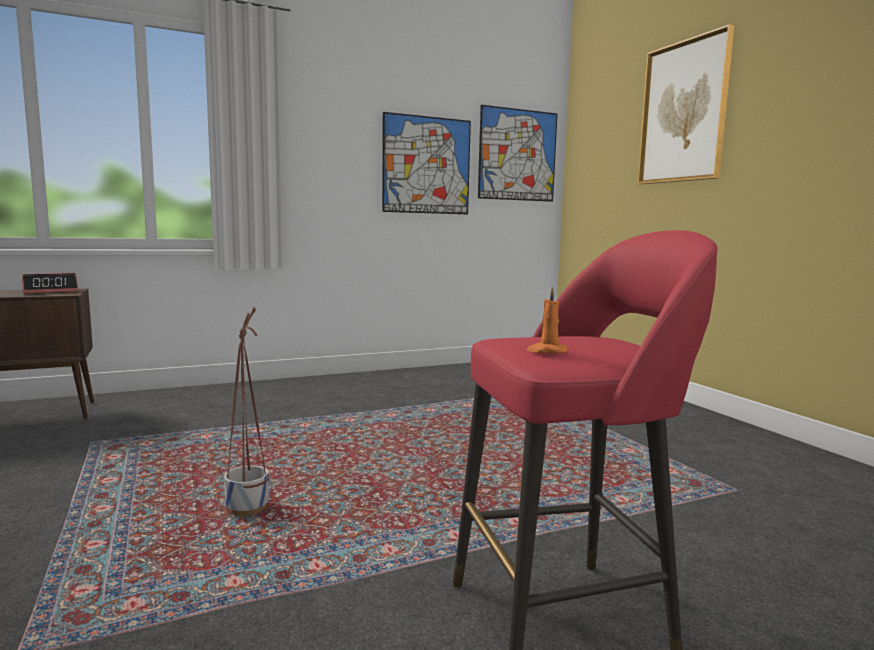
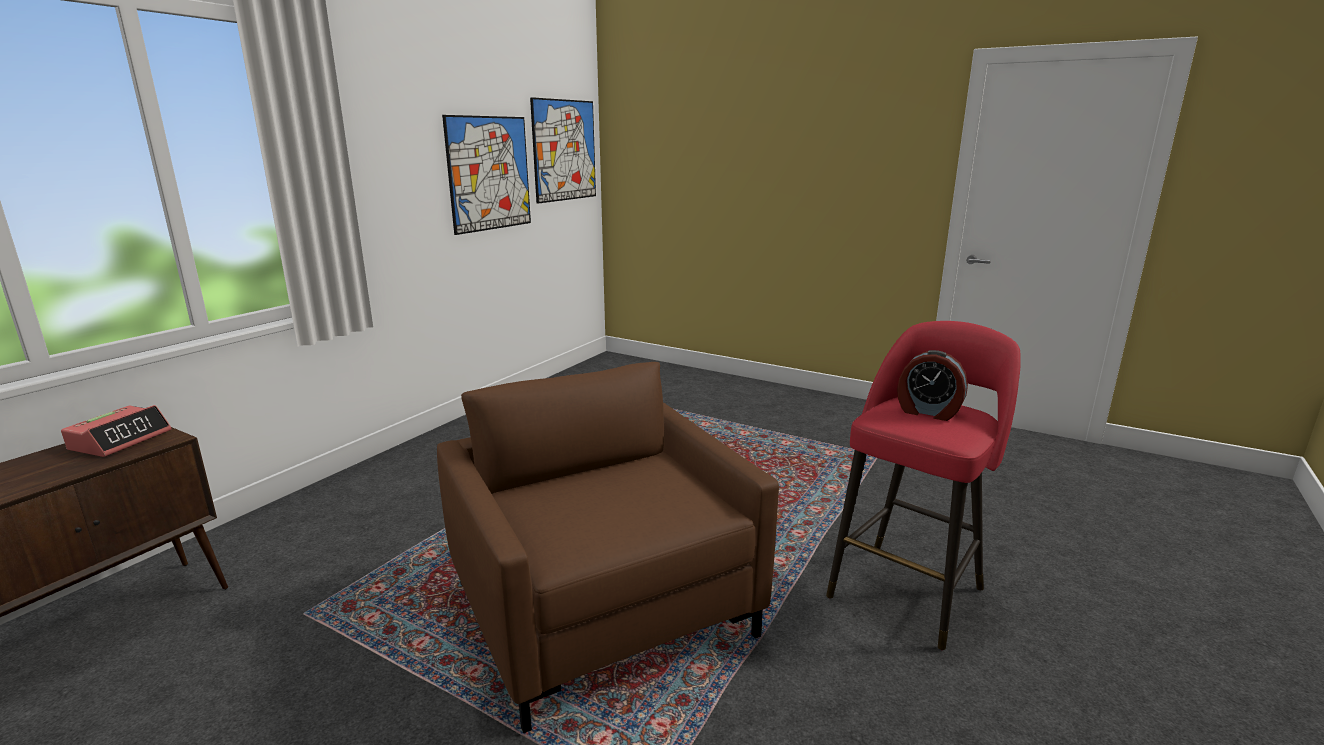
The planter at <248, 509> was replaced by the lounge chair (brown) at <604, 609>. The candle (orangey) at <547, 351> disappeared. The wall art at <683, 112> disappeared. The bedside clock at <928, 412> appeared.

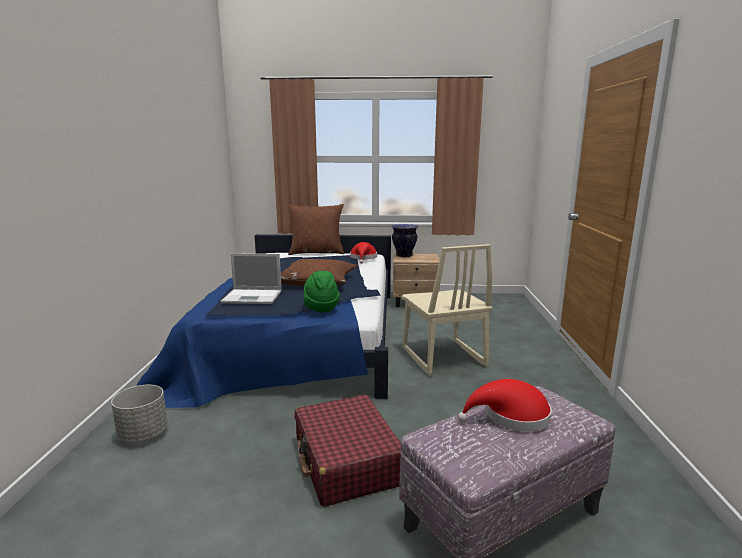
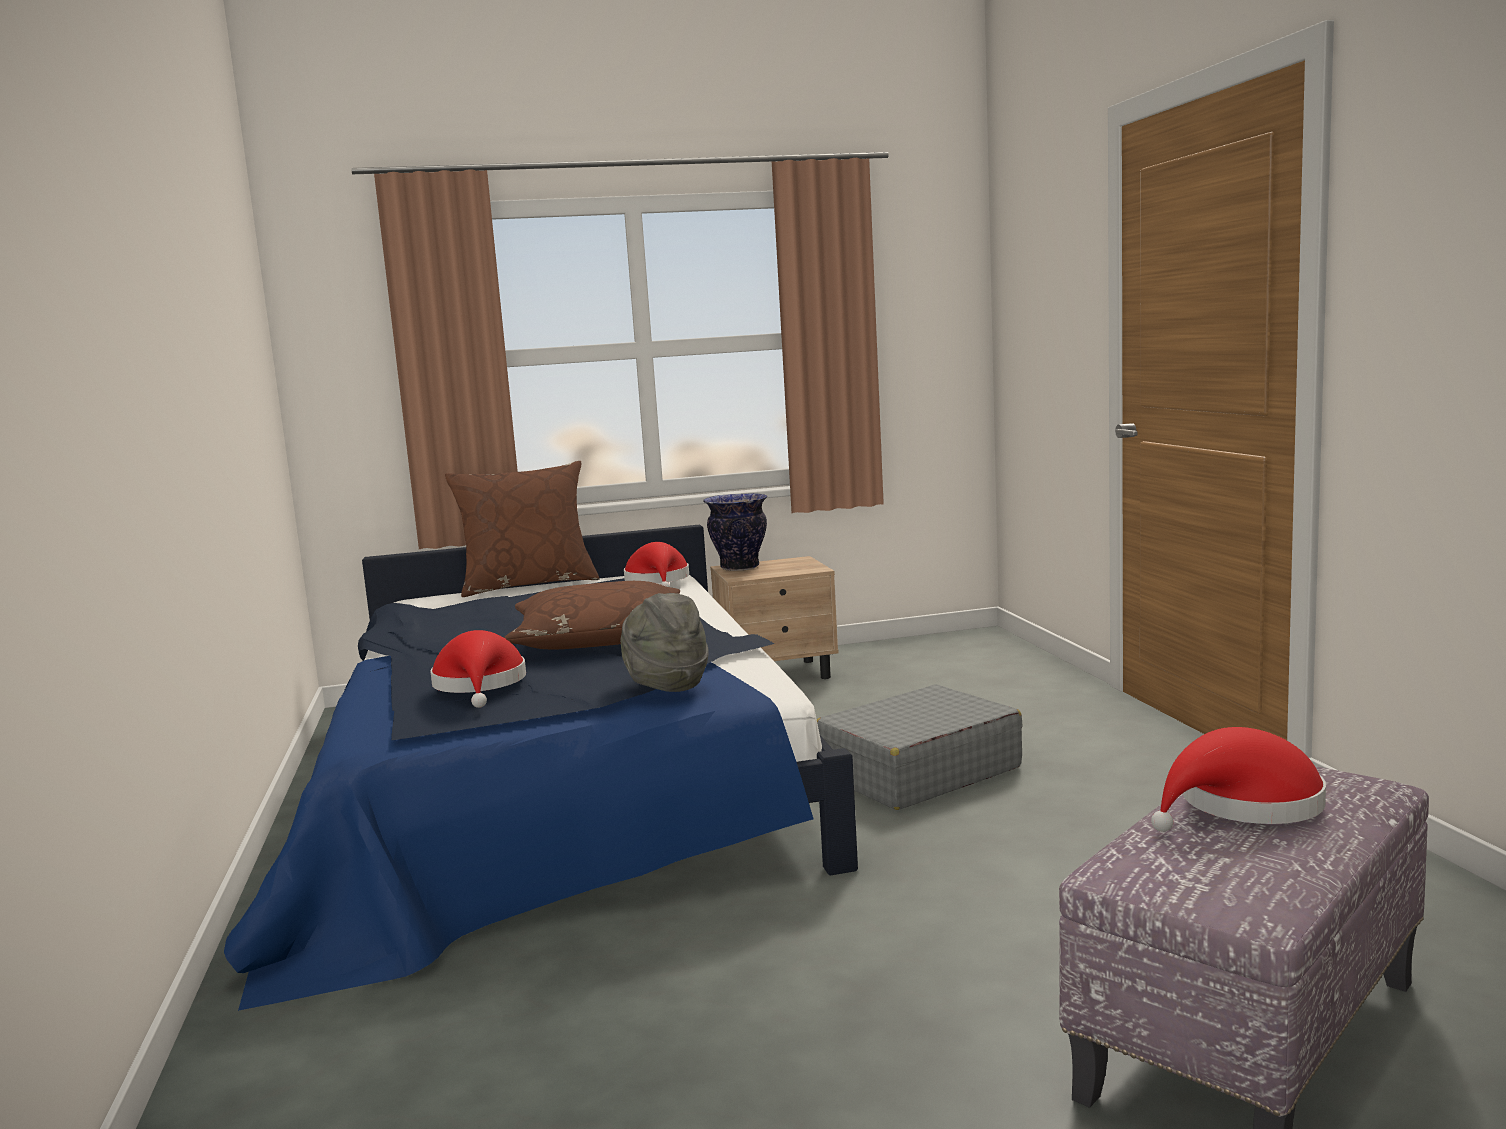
The planter (greyish) at <143, 435> disappeared. The laptop at <253, 297> was replaced by the clothing hat (reddish) at <480, 685>. The suitcase (reddish) at <347, 461> disappeared. The clothing hat (green) at <321, 308> became the clothing hat (greyish) at <665, 683>. The plain chair (beige) at <442, 357> was replaced by the suitcase (greyish) at <917, 771>.

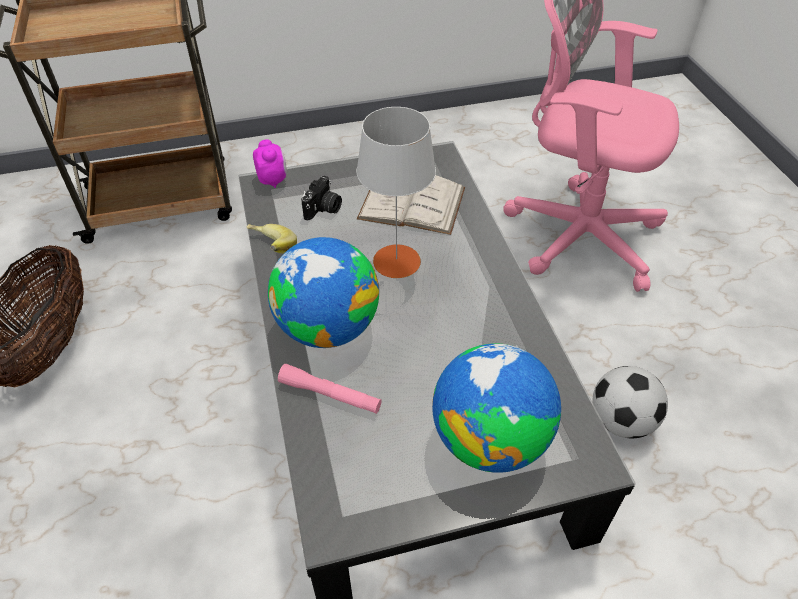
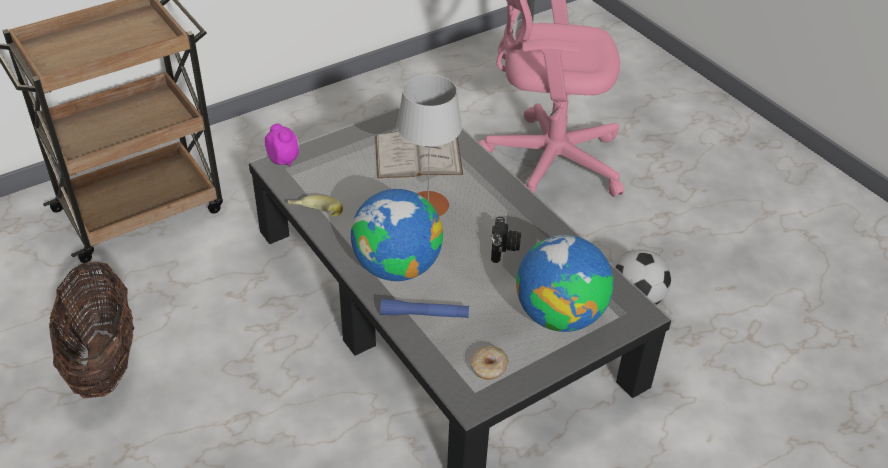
The hand torch (pink-coloured) at <330, 395> became the hand torch (blue-coloured) at <424, 314>. The photo camera moved from <323, 209> to <504, 248>. The donut at <489, 368> appeared.

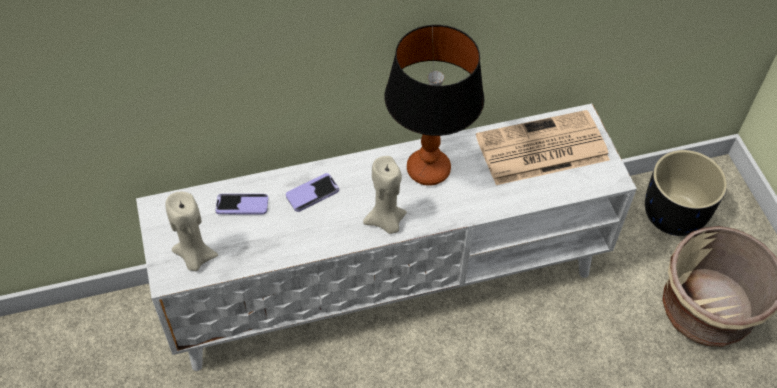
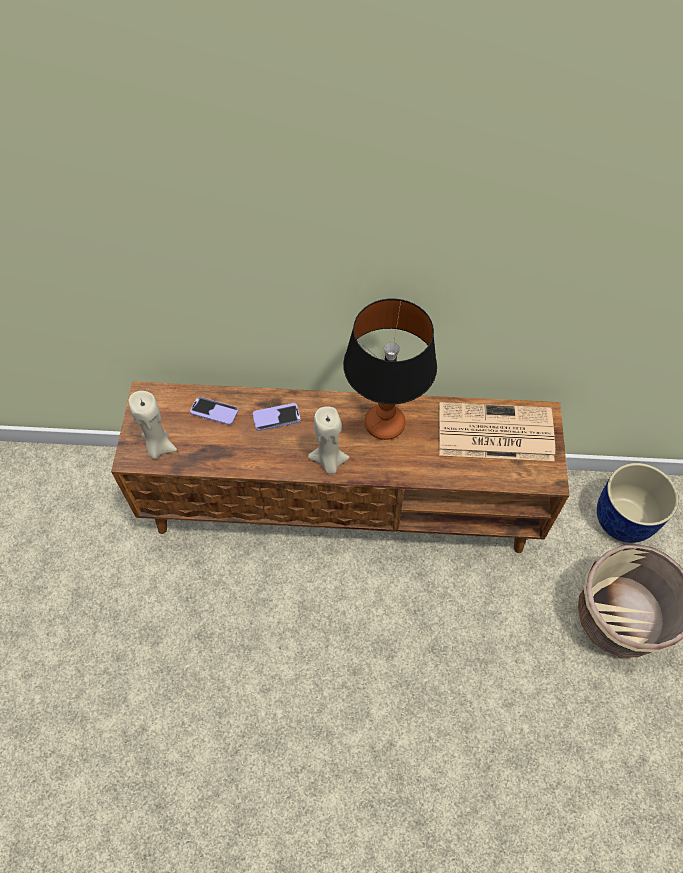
The media console (white-coloured) at <387, 281> became the media console (brown) at <343, 504>. The planter (blackish) at <673, 215> became the planter (blue-coloured) at <623, 519>.

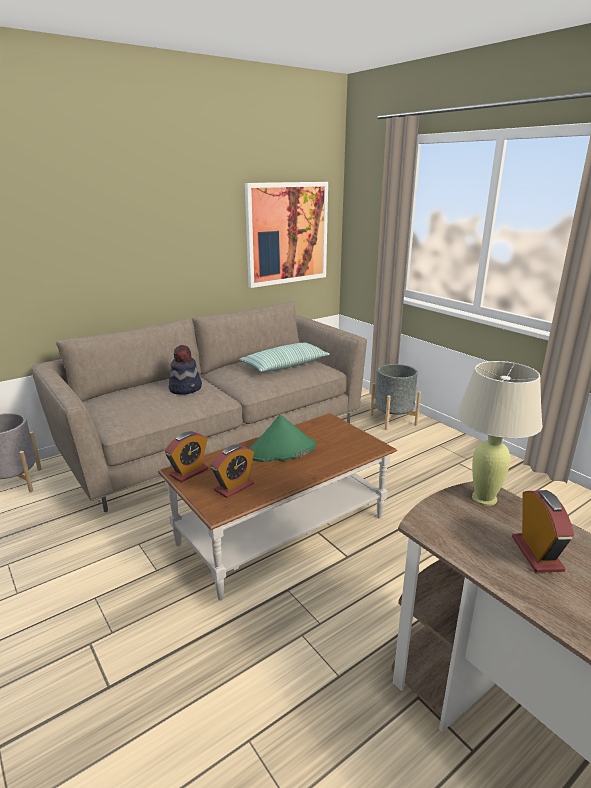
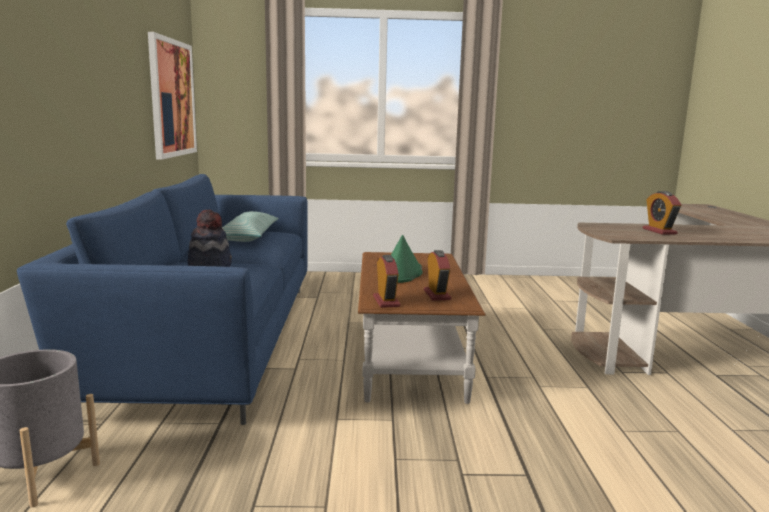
The settee (beige) at <217, 439> became the settee (blue-coloured) at <211, 340>. The planter (greyish) at <393, 420> disappeared. The lamp for a table (beige) at <484, 498> disappeared. The bedside clock at <537, 554> turned 135 degrees counterclockwise.

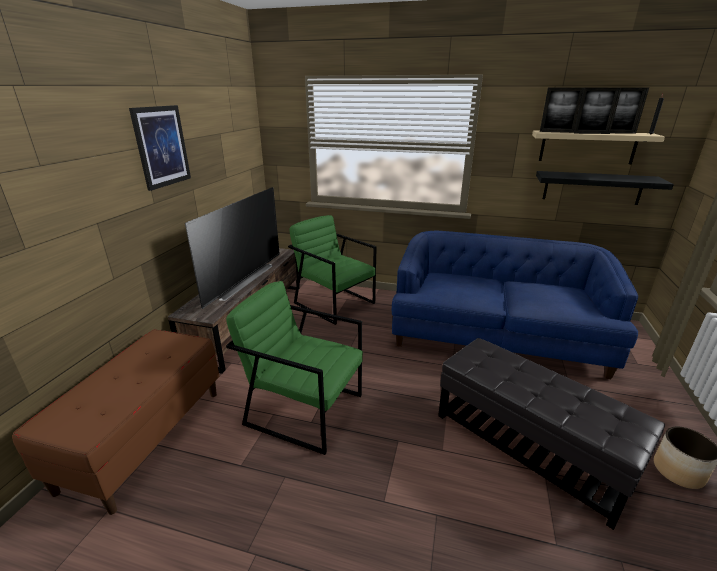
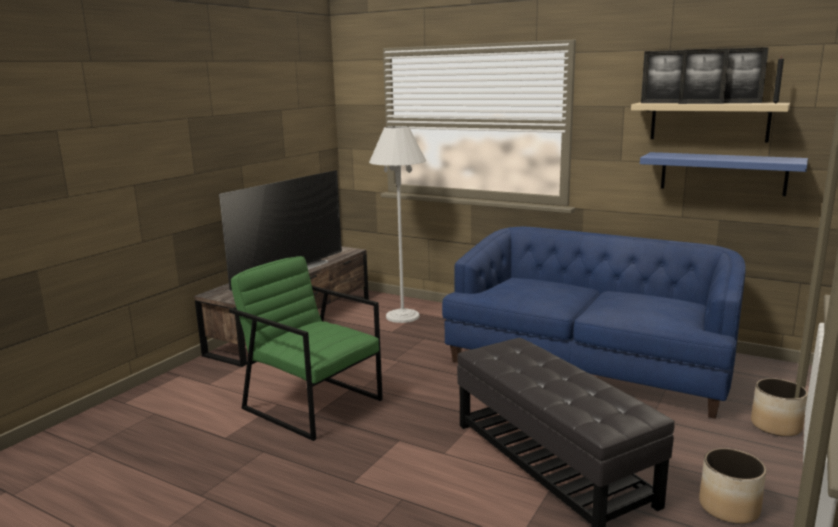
The indoor bench (brown) at <145, 437> disappeared. The wall art at <161, 146> disappeared. The lounge chair (green) at <334, 303> was replaced by the standing lamp (white-coloured) at <402, 316>. The bracket shelf (blackish) at <592, 187> became the bracket shelf (blue-coloured) at <722, 173>. The planter at <776, 426> appeared.

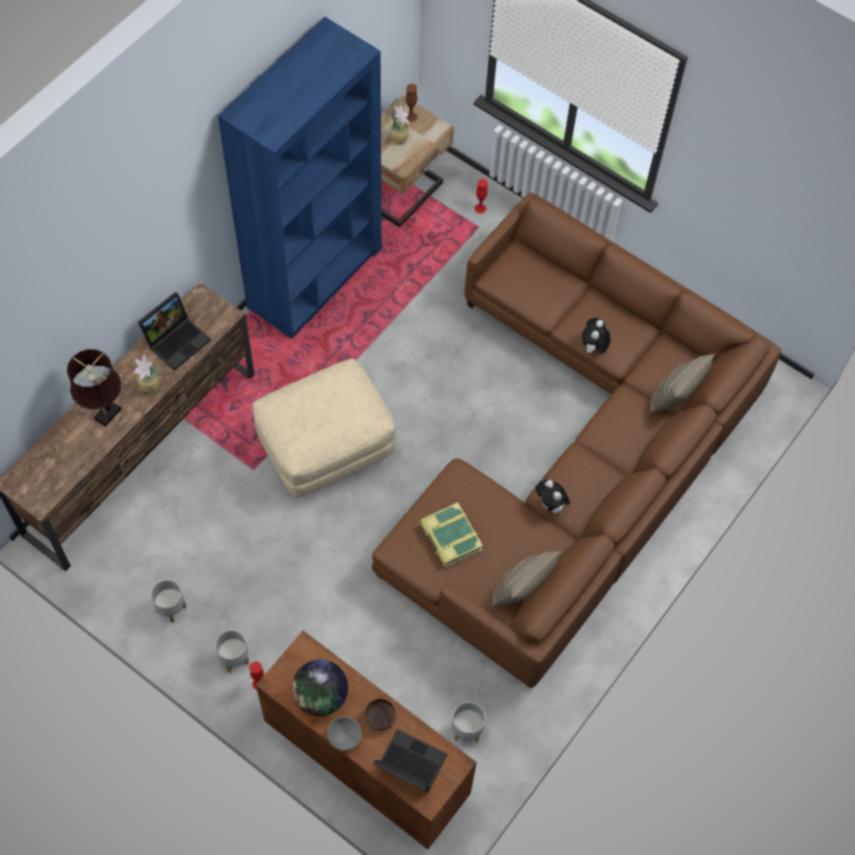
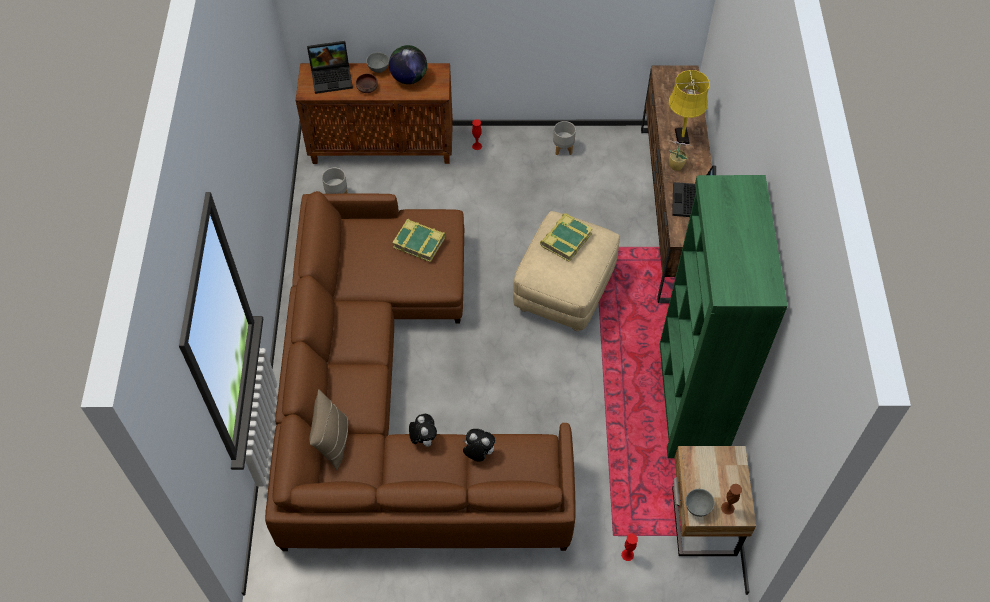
The lamp for a table (brown) at <106, 415> became the lamp for a table (yellowish) at <681, 134>. The planter (greyish) at <235, 658> disappeared. The shelving unit (blue-coloured) at <315, 278> became the shelving unit (green) at <690, 400>. The plant in a pot at <399, 139> disappeared. The throw pillow (beige) at <521, 590> disappeared. The plush toy moved from <551, 506> to <478, 453>. The book at <565, 239> appeared. The serving bowl (greyish) at <698, 507> appeared.

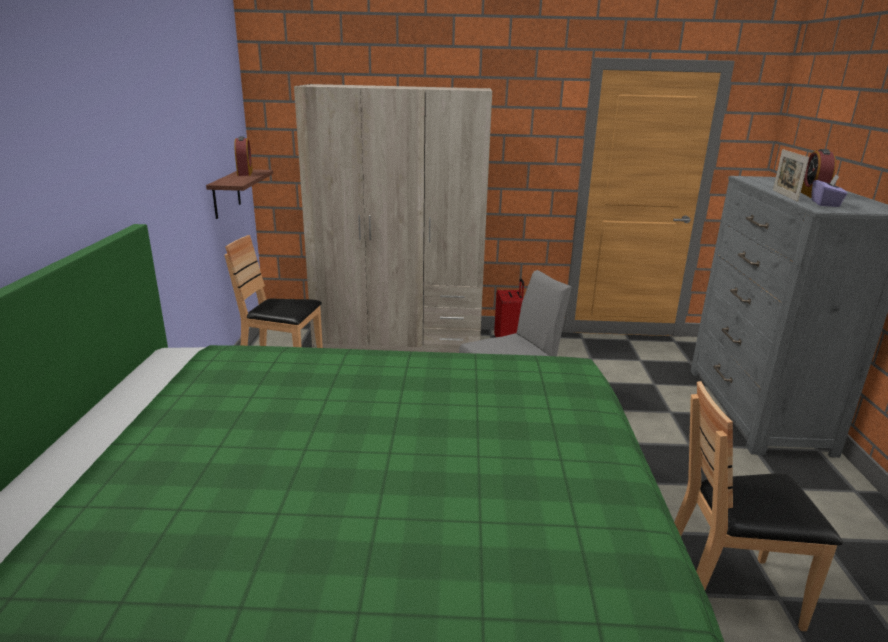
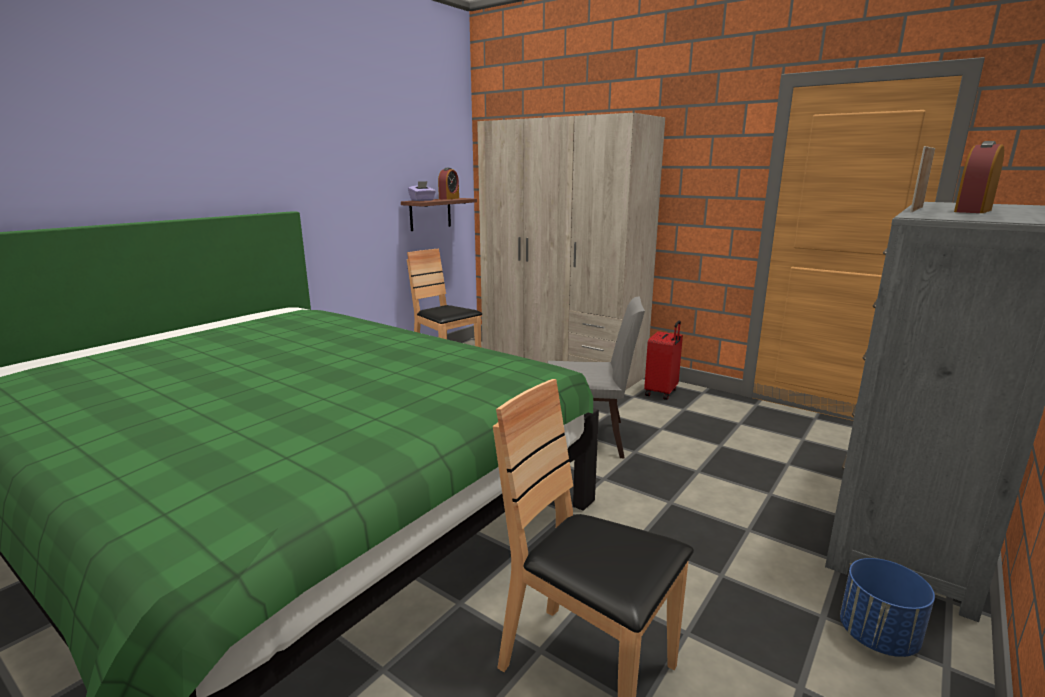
The box of tissues (purple-coloured) moved from <825, 204> to <422, 200>. The planter (blue-coloured) at <878, 637> appeared.

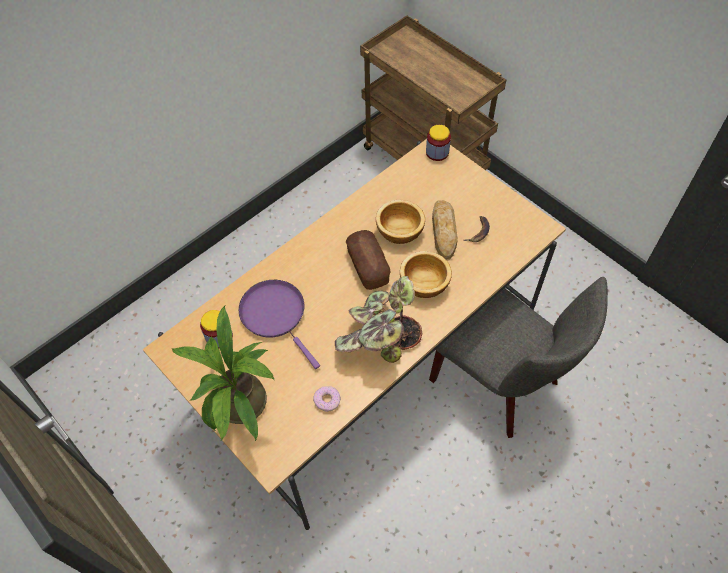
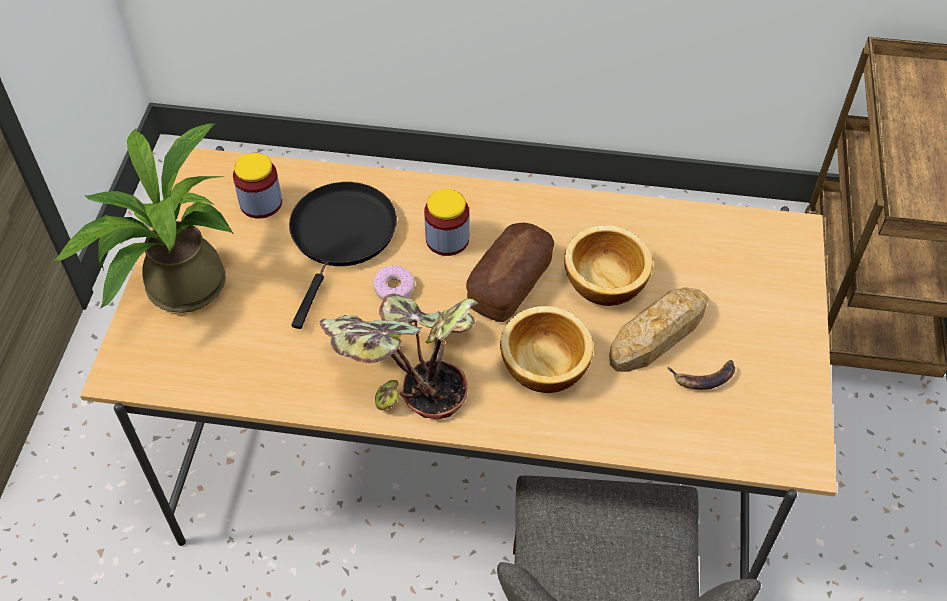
The pan (purple-coloured) at <276, 315> became the pan (blackish) at <341, 236>. The donut moved from <327, 400> to <394, 288>. The preserve jar moved from <437, 152> to <447, 239>.

